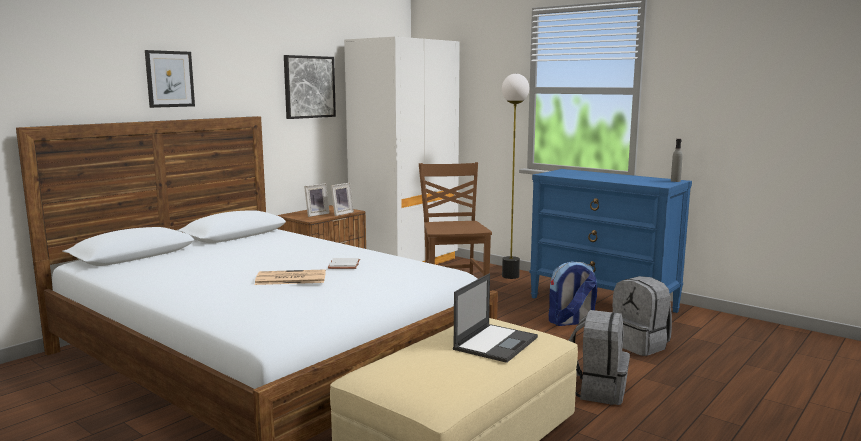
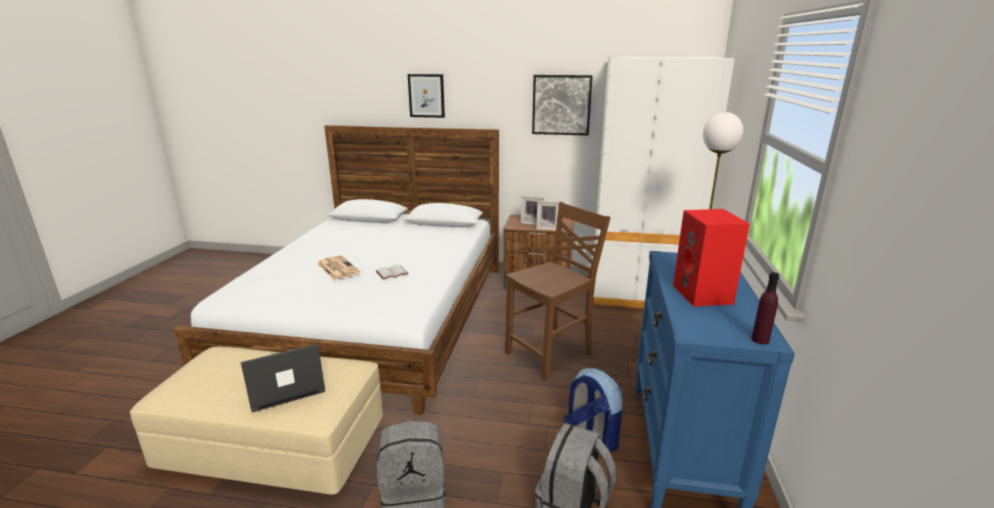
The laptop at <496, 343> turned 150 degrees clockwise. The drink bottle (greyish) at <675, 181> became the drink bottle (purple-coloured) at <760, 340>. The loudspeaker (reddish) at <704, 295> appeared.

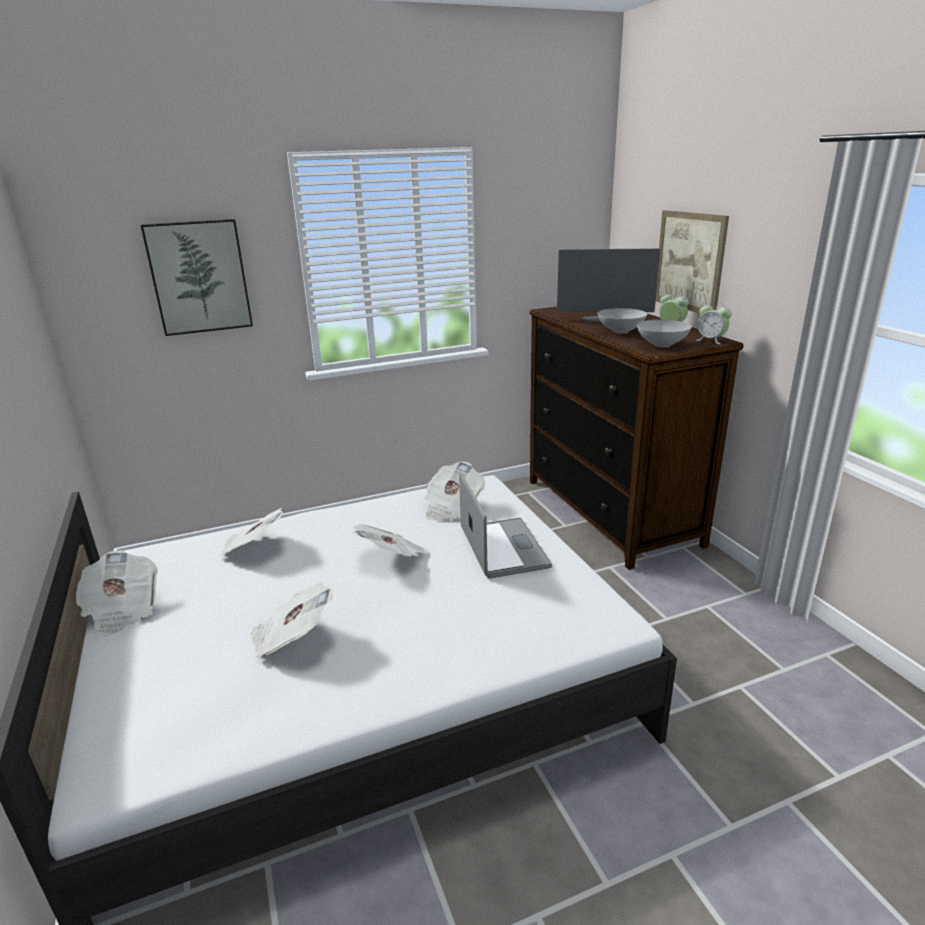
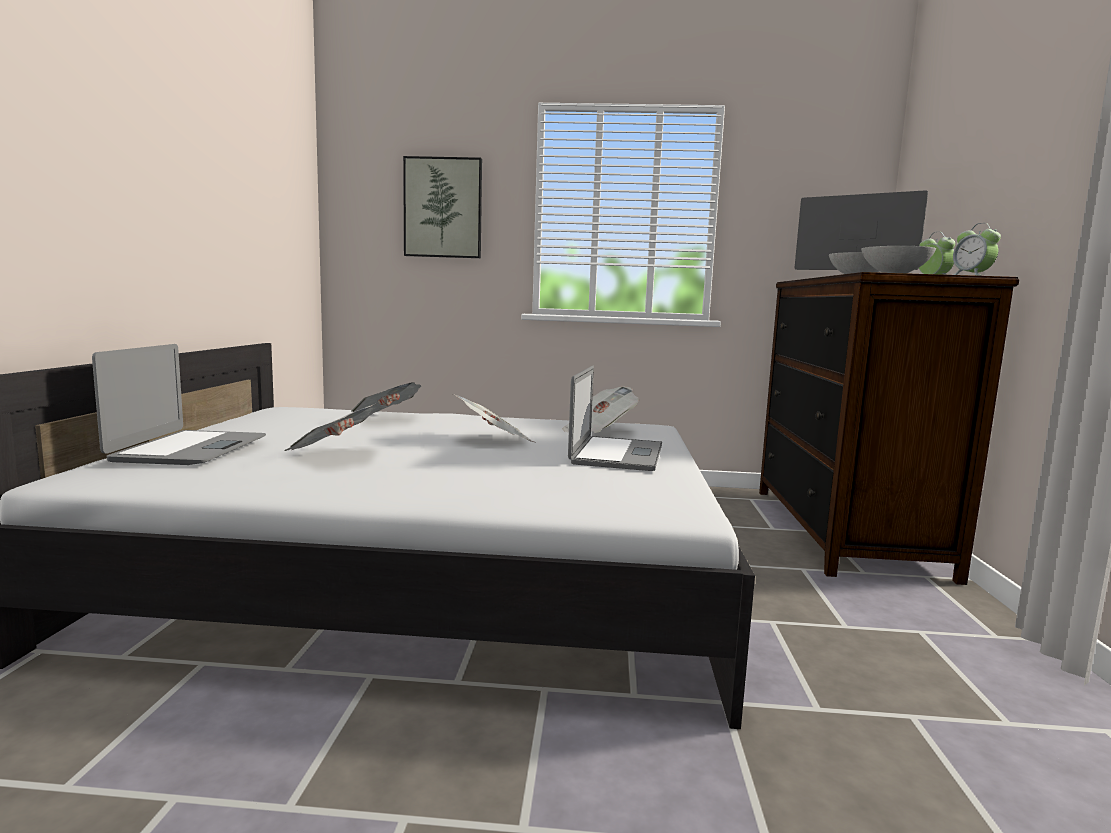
The newspaper at <122, 610> disappeared. The wall art at <689, 261> disappeared. The laptop at <189, 449> appeared.

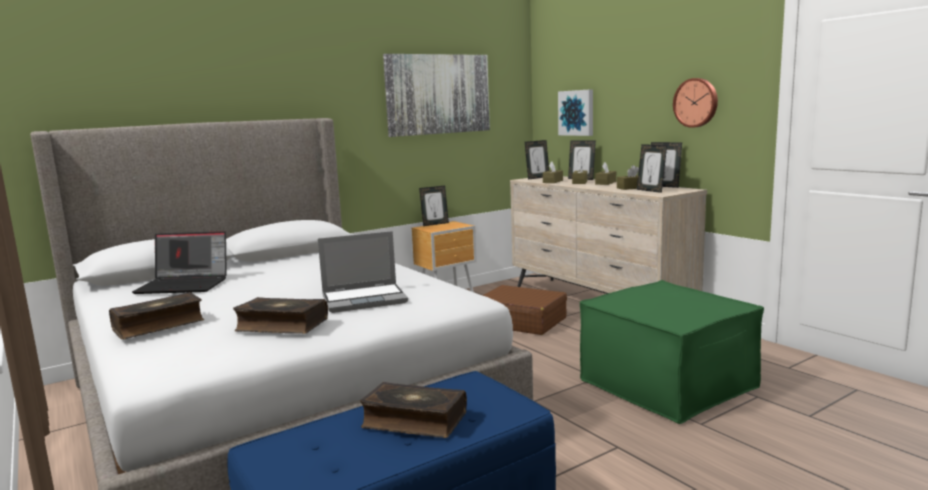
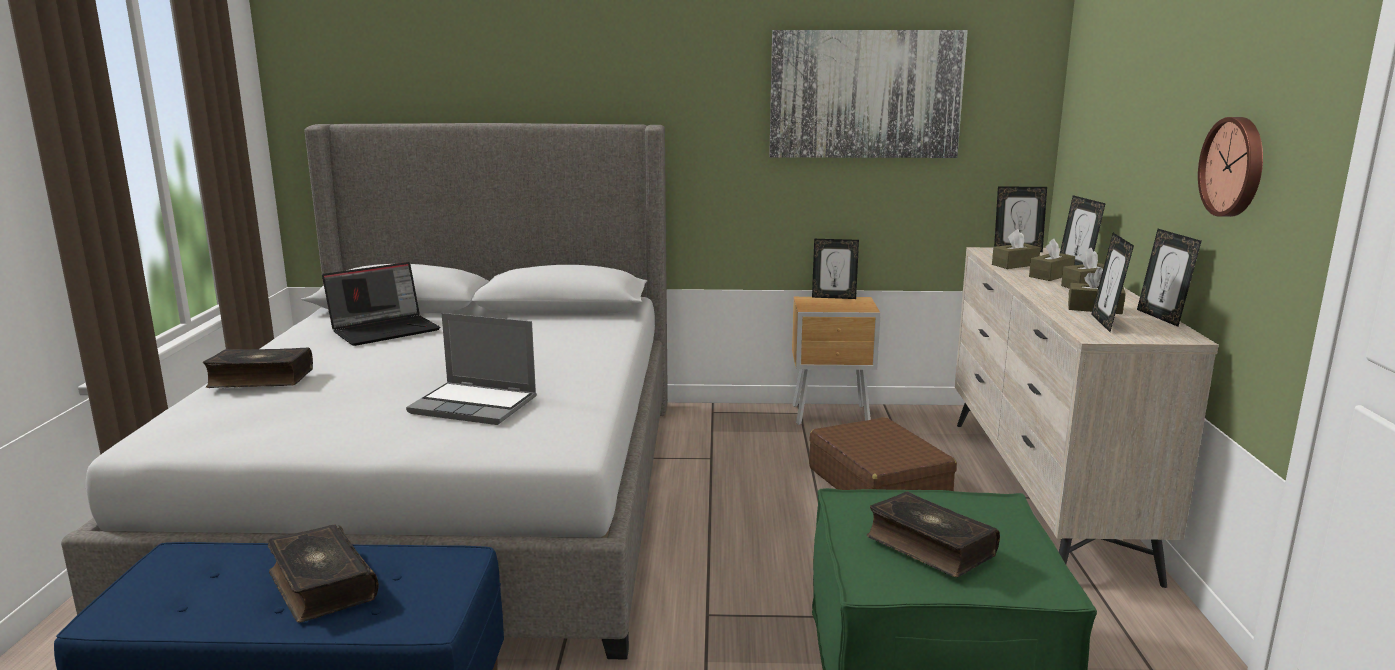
The laptop at <185, 285> turned 75 degrees counterclockwise. The book moved from <281, 325> to <929, 546>. The wall art at <577, 113> disappeared.

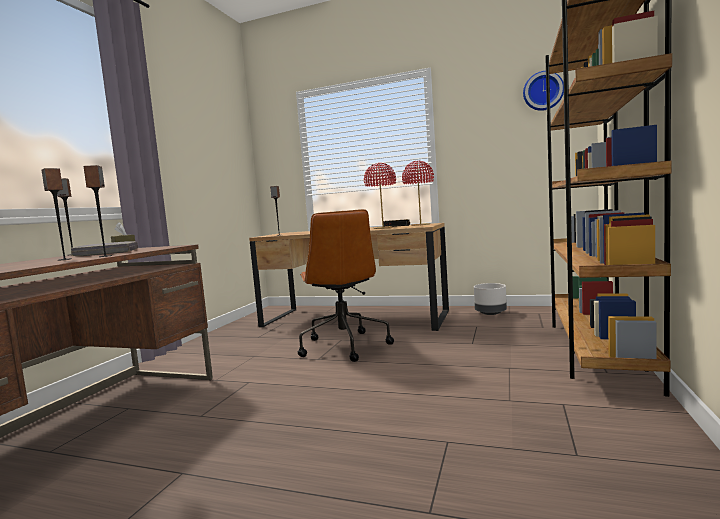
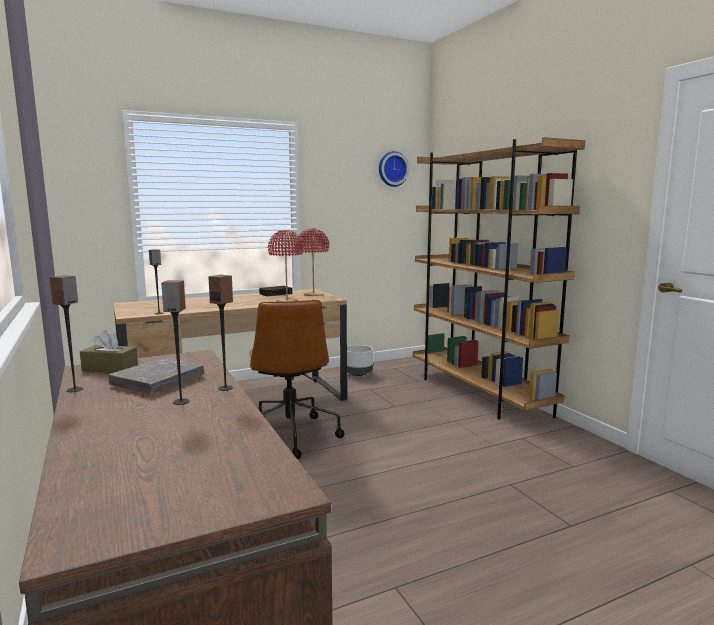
The computer chair (brown) at <344, 346> turned 45 degrees clockwise.

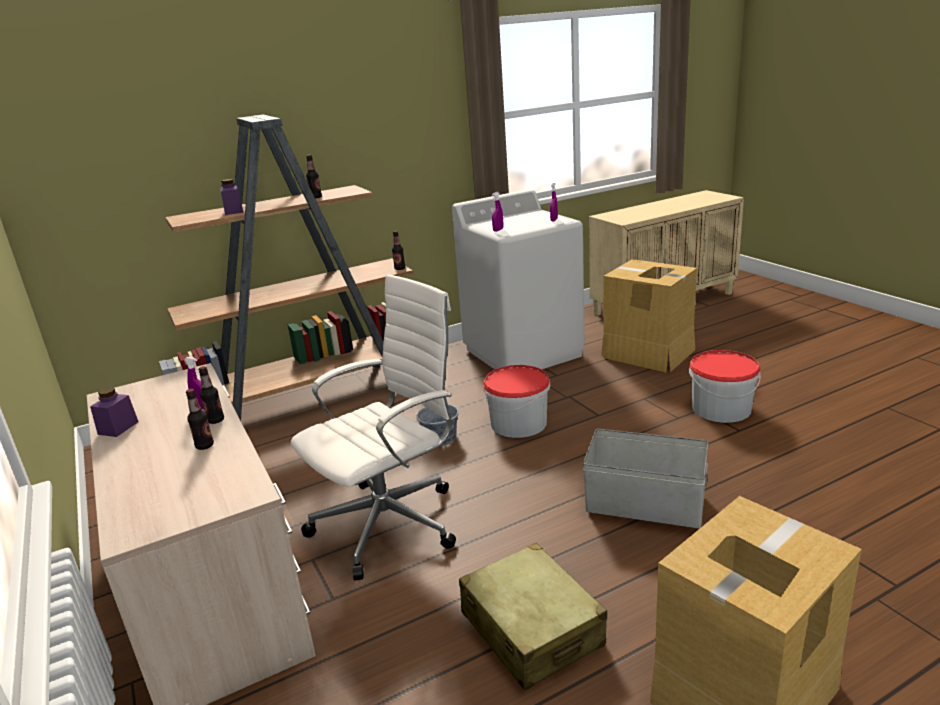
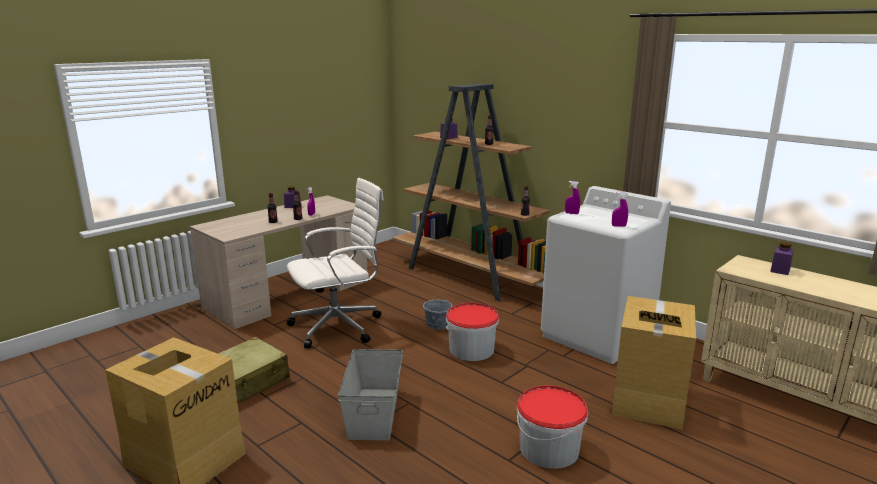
The computer chair (white-coloured) at <391, 522> turned 60 degrees counterclockwise. The preserve jar (purple-coloured) at <780, 270> appeared.

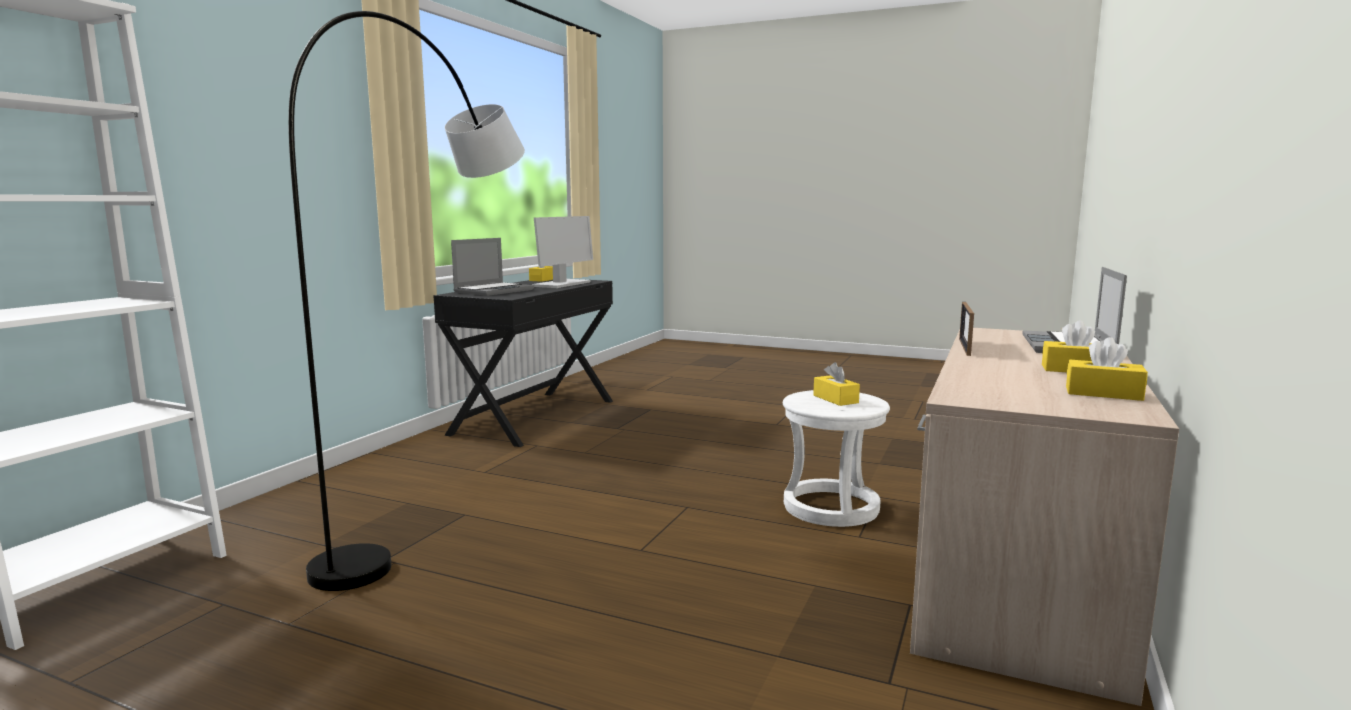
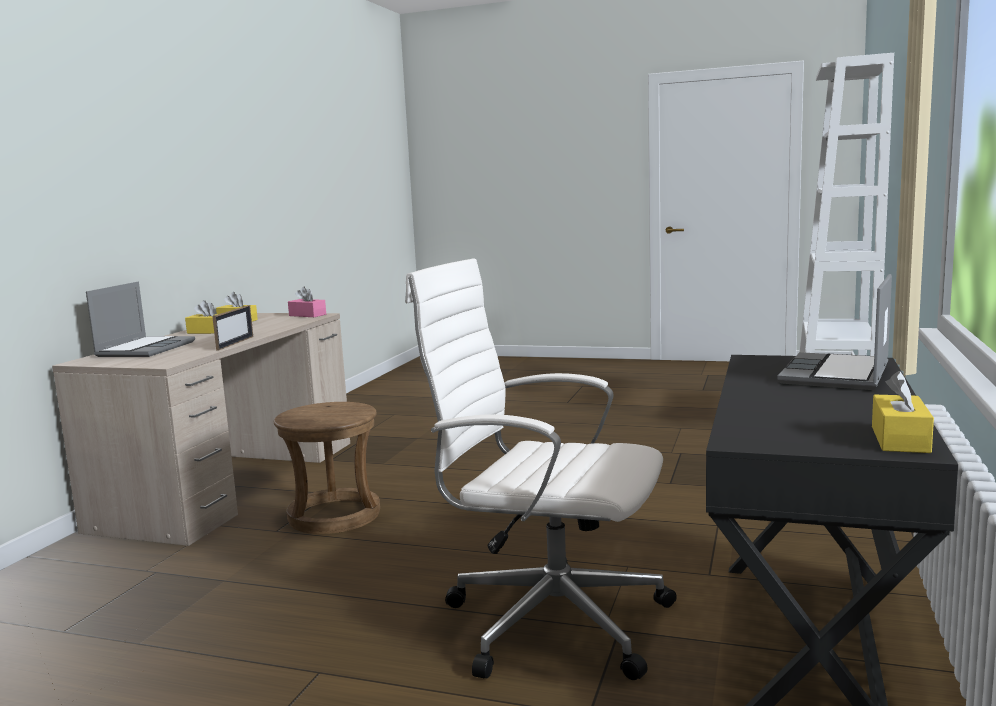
The standing lamp (greyish) at <443, 515> disappeared. The computer screen at <562, 284> disappeared. The stool seat (white-coloured) at <830, 507> became the stool seat (brown) at <334, 515>. The box of tissues (yellowish) at <835, 399> disappeared. The box of tissues (pink-coloured) at <307, 315> appeared. The computer chair (white-coloured) at <549, 620> appeared.

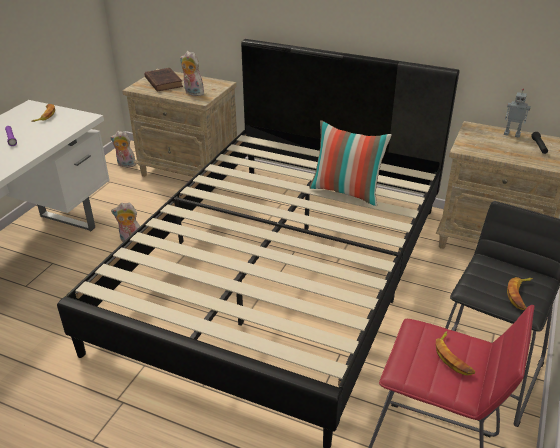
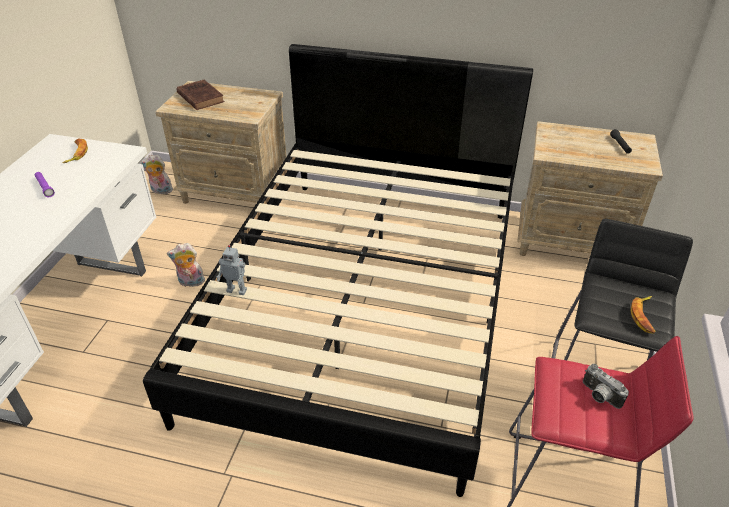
The plush toy at <192, 93> disappeared. The throw pillow at <346, 192> disappeared. The whole banana at <453, 357> was replaced by the photo camera at <599, 396>. The toy robot moved from <512, 134> to <237, 290>.

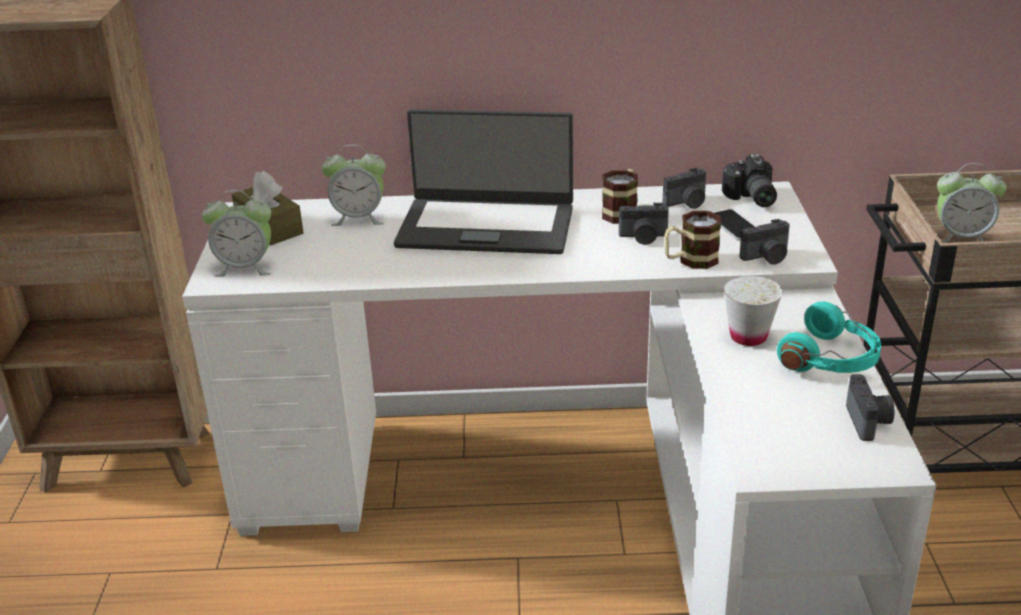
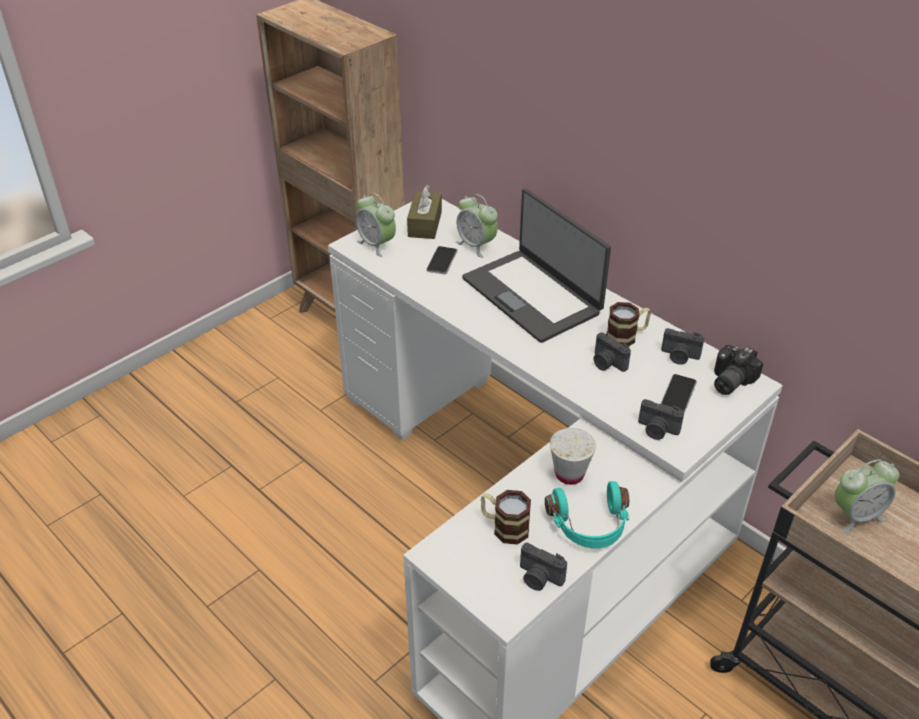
The mug moved from <690, 260> to <504, 527>. The photo camera at <869, 422> turned 75 degrees clockwise. The bedside clock at <961, 238> turned 75 degrees counterclockwise. The handset at <442, 261> appeared.

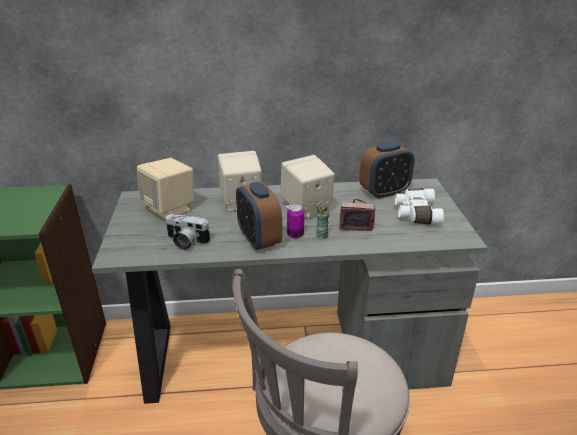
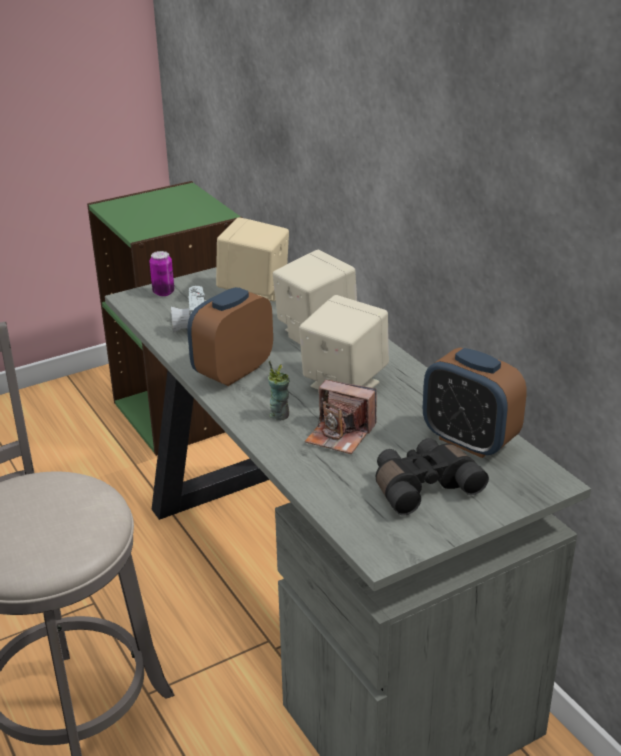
The sealed can moved from <295, 235> to <163, 292>. The photo camera at <355, 223> turned 135 degrees clockwise. The field glasses (white-coloured) at <415, 213> became the field glasses (blackish) at <423, 486>.

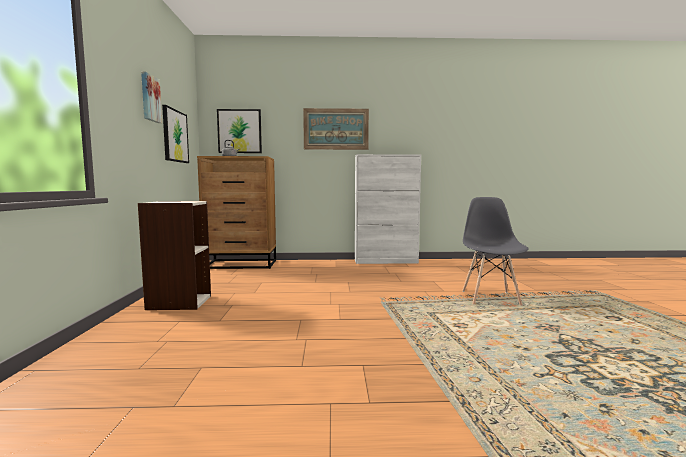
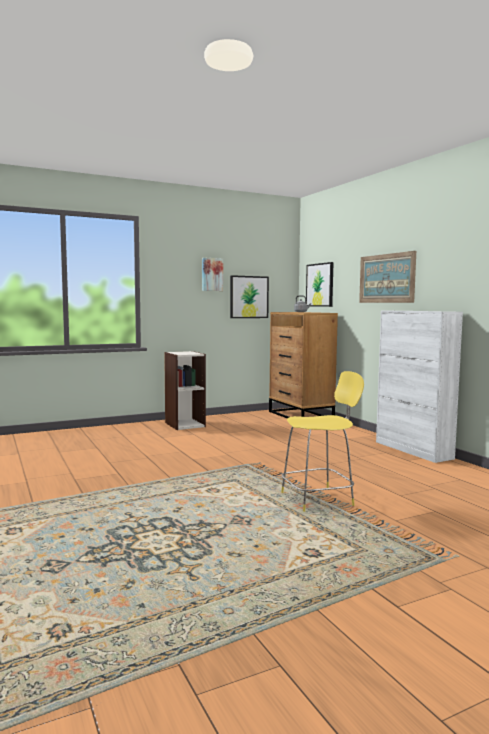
The plain chair (greyish) at <490, 298> was replaced by the stool seat (yellowish) at <319, 499>.

